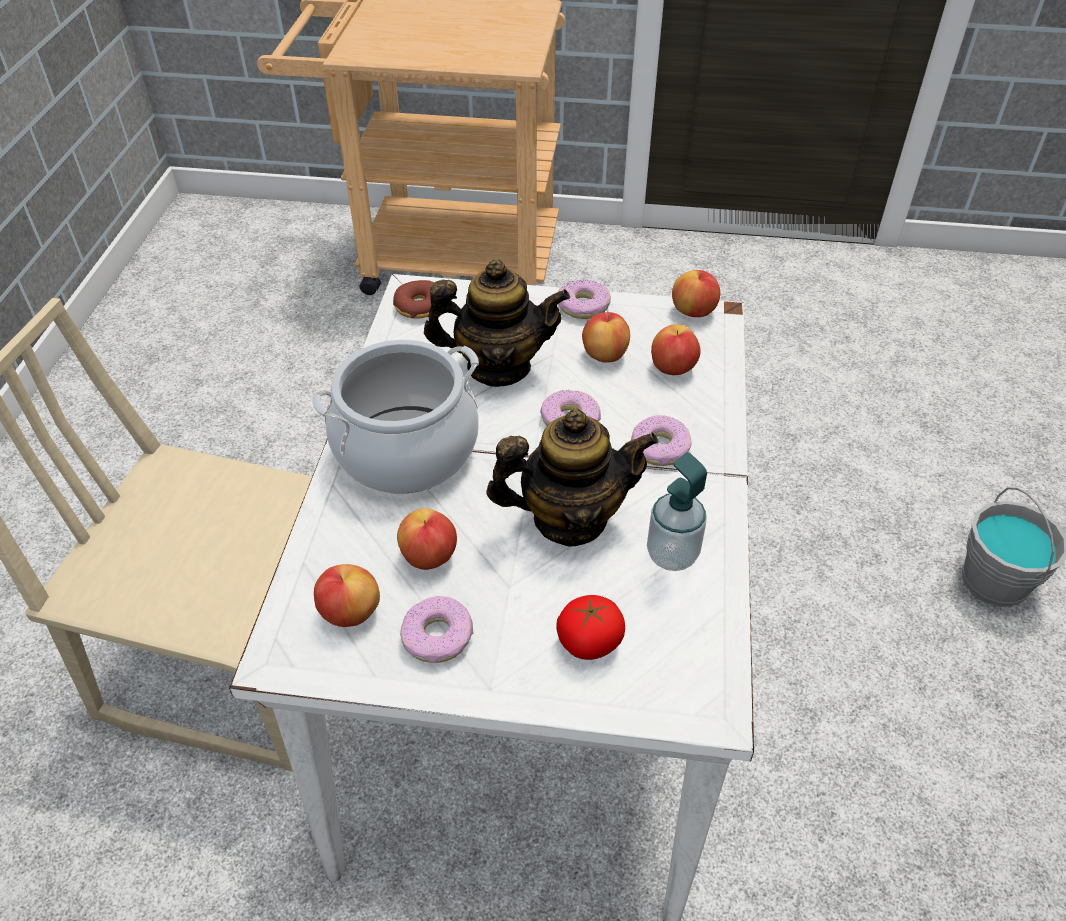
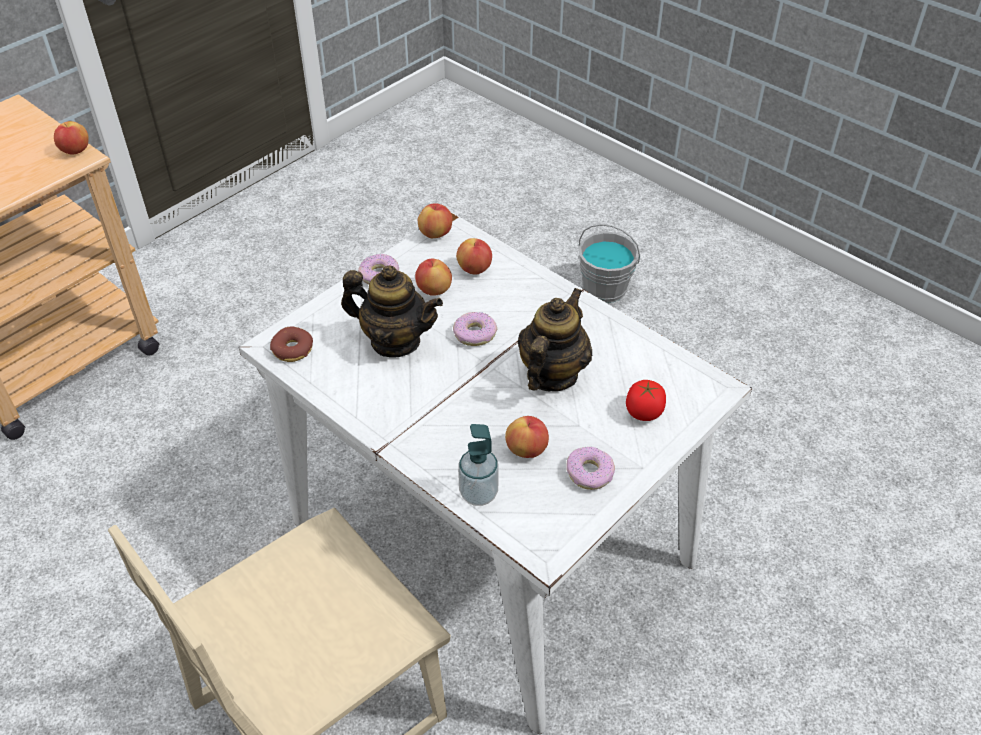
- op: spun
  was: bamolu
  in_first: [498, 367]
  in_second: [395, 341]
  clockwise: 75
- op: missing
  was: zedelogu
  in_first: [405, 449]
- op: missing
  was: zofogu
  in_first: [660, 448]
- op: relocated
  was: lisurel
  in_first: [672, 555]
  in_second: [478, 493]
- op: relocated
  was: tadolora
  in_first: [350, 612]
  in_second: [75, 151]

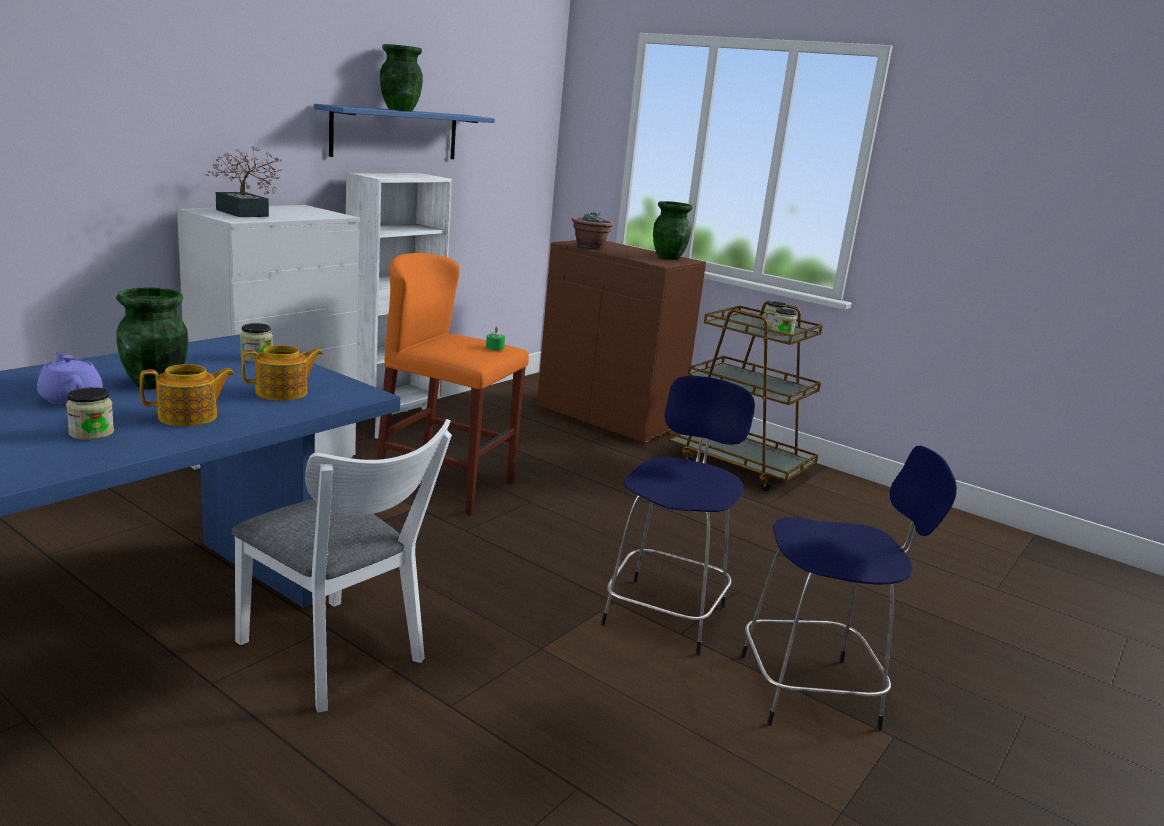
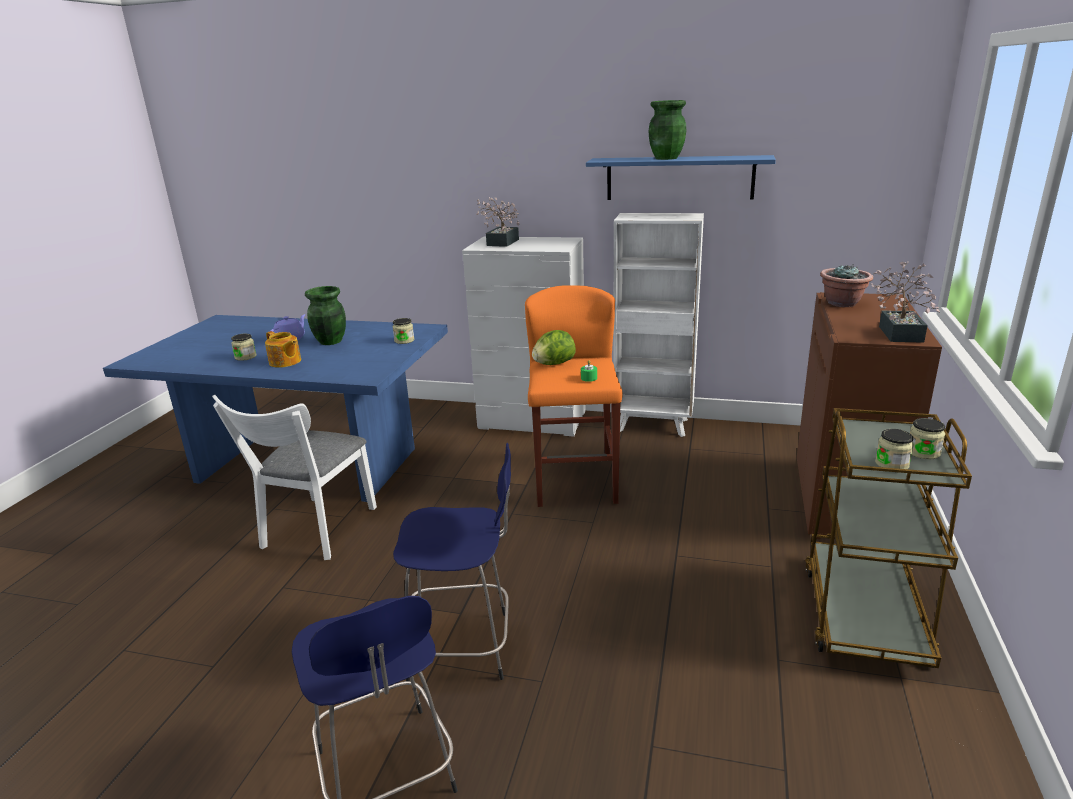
- op: exchanged
  was: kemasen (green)
  now: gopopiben
  in_first: [668, 257]
  in_second: [899, 332]
- op: missing
  was: bamolu
  in_first: [283, 393]
- op: appeared
  now: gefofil
  in_second: [553, 364]

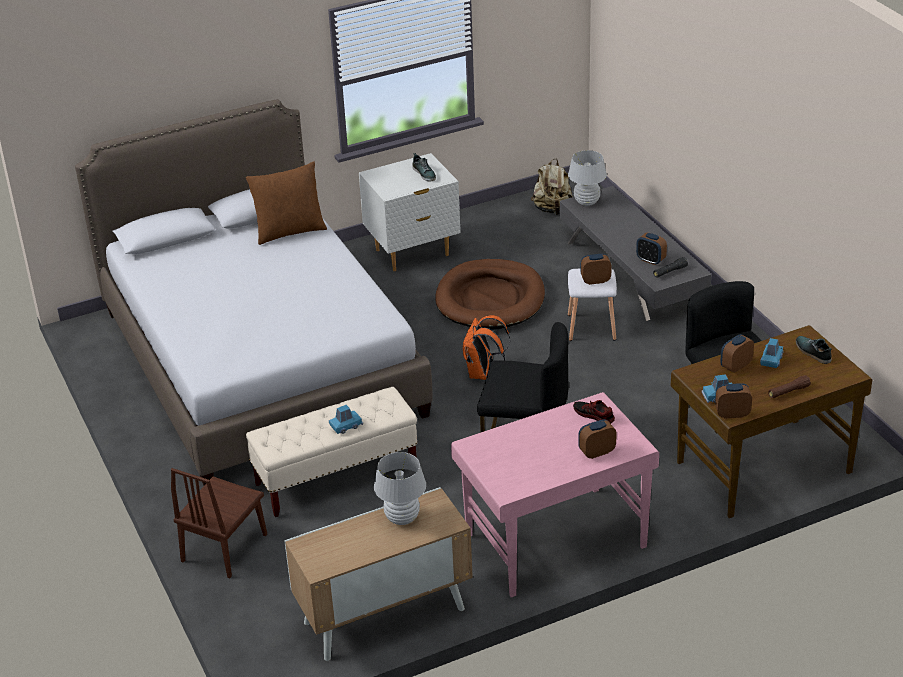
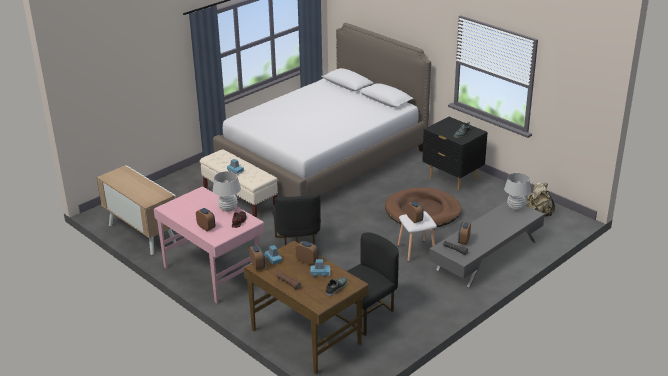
- op: colour
  was: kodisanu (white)
  now: kodisanu (black)
  in_first: [412, 253]
  in_second: [452, 178]
- op: missing
  was: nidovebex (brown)
  in_first: [289, 231]
- op: missing
  was: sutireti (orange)
  in_first: [483, 373]
- op: relocated
  was: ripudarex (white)
  in_first: [402, 518]
  in_second: [228, 209]
- op: missing
  was: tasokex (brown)
  in_first: [224, 547]

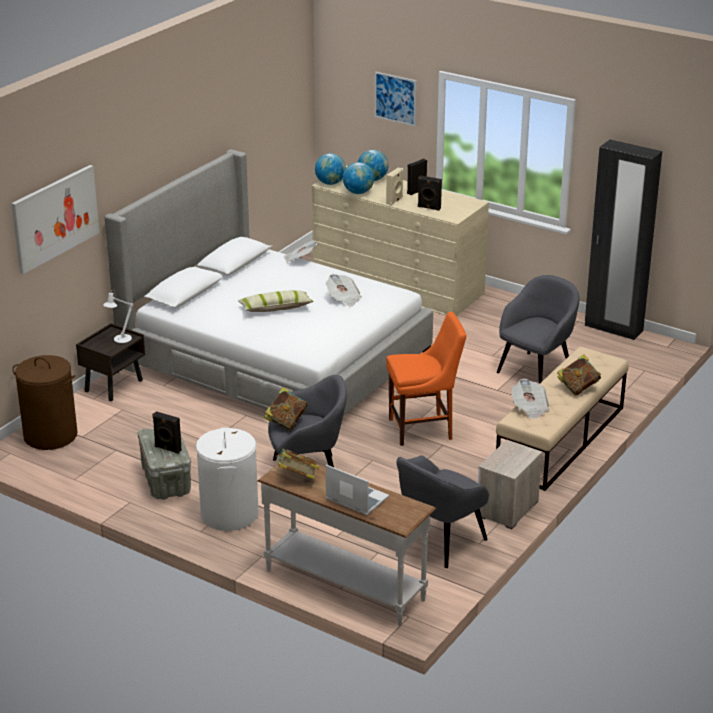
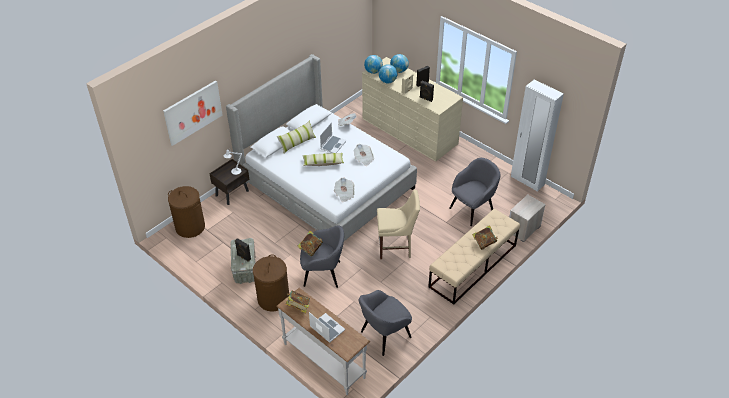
- op: missing
  was: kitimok
  in_first: [395, 98]
- op: colour
  was: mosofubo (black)
  now: mosofubo (white)
  in_first: [613, 328]
  in_second: [527, 181]
- op: colour
  was: tasokex (orange)
  now: tasokex (beige)
  in_first: [424, 429]
  in_second: [396, 248]
- op: relocated
  was: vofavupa
  in_first: [530, 408]
  in_second: [344, 194]
- op: colour
  was: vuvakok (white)
  now: vuvakok (brown)
  in_first: [229, 514]
  in_second: [273, 299]
- op: relocated
  was: kodisanu
  in_first: [506, 509]
  in_second: [523, 229]
- op: appeared
  now: nidovebex
  in_second: [297, 143]
- op: appeared
  now: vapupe
  in_second: [333, 145]

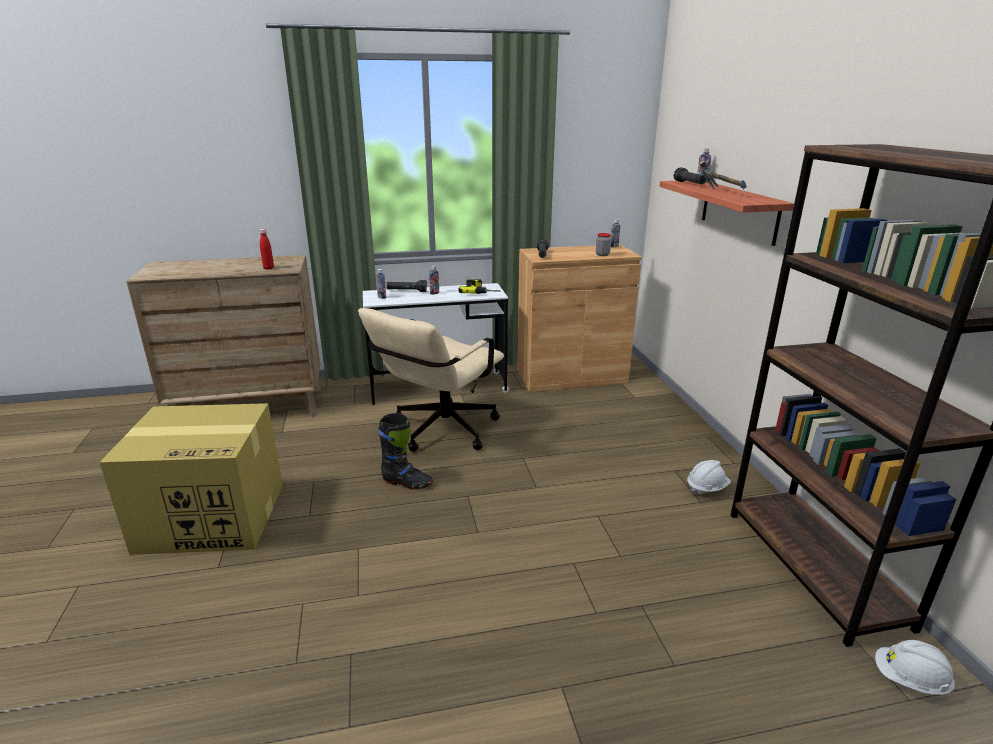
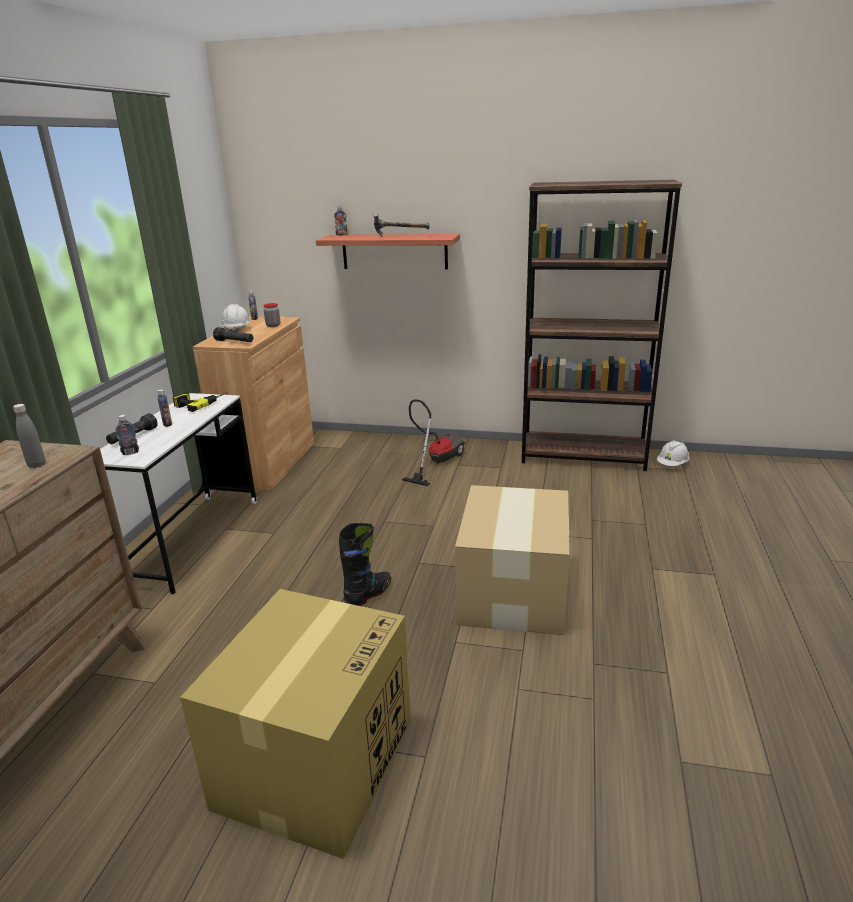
- op: missing
  was: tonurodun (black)
  in_first: [689, 184]
- op: colour
  was: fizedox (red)
  now: fizedox (grey)
  in_first: [268, 268]
  in_second: [37, 465]
- op: missing
  was: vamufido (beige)
  in_first: [439, 432]
- op: relocated
  was: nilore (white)
  in_first: [706, 488]
  in_second: [237, 330]
- op: appeared
  now: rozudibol
  in_second: [436, 462]
- op: appeared
  now: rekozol
  in_second: [514, 590]

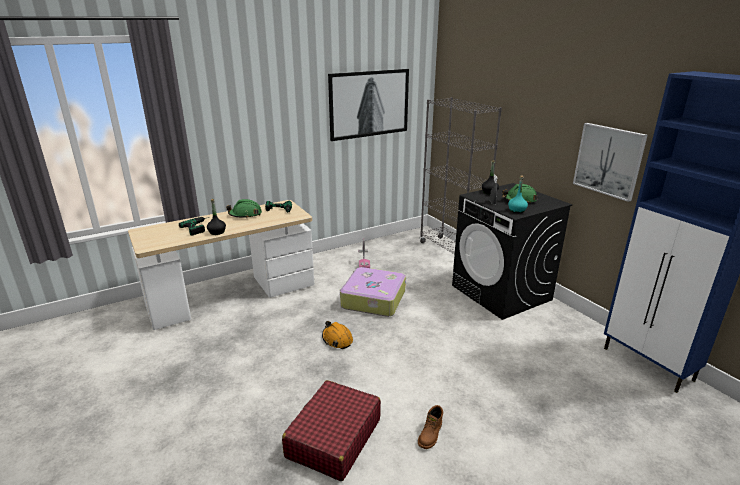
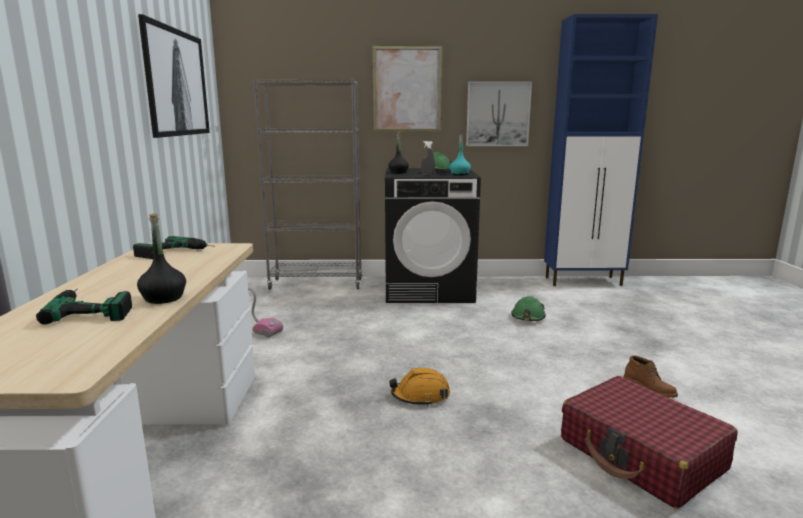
- op: relocated
  was: nilore (green)
  in_first: [245, 215]
  in_second: [528, 317]
- op: missing
  was: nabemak
  in_first: [372, 299]
- op: appeared
  now: kitimok
  in_second: [407, 89]

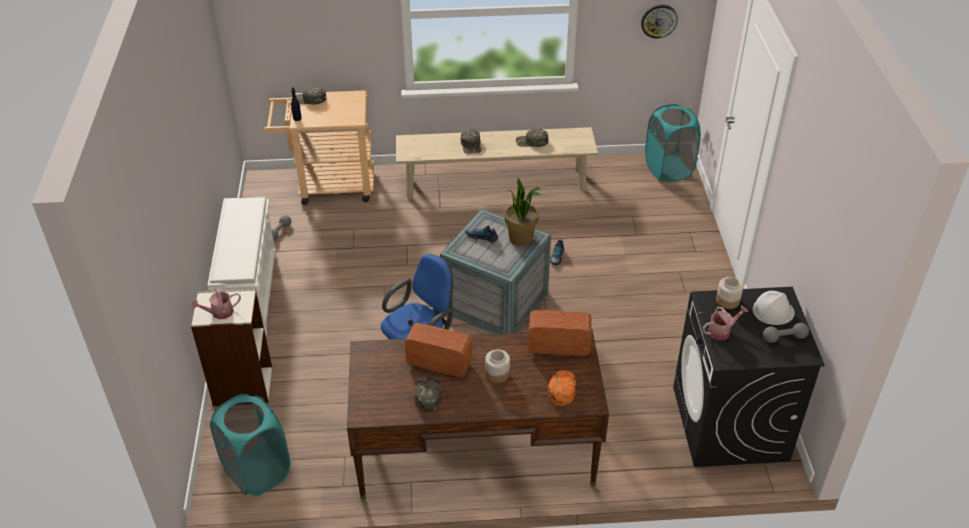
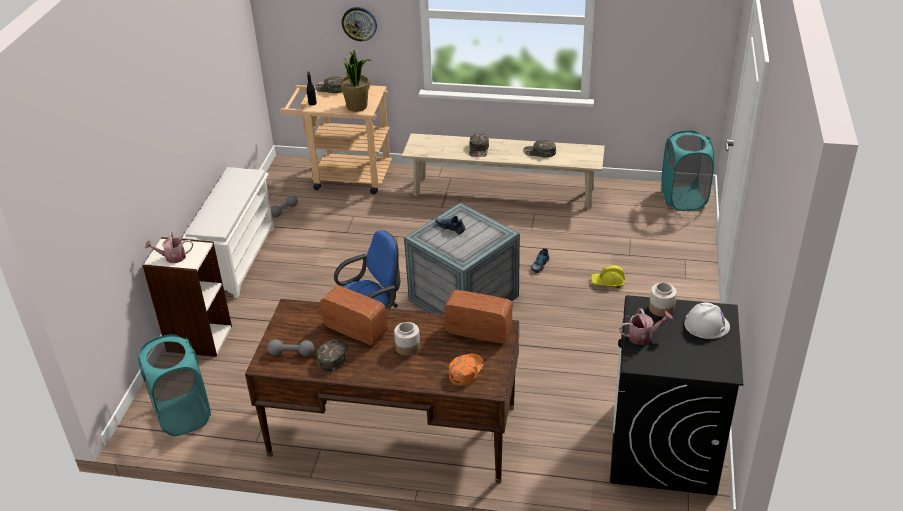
- op: relocated
  was: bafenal
  in_first: [659, 20]
  in_second: [359, 23]
- op: relocated
  was: gopopiben
  in_first: [521, 238]
  in_second: [357, 106]
- op: relocated
  was: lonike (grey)
  in_first: [784, 338]
  in_second: [292, 354]
- op: appeared
  now: nilore (yellow)
  in_second: [608, 282]

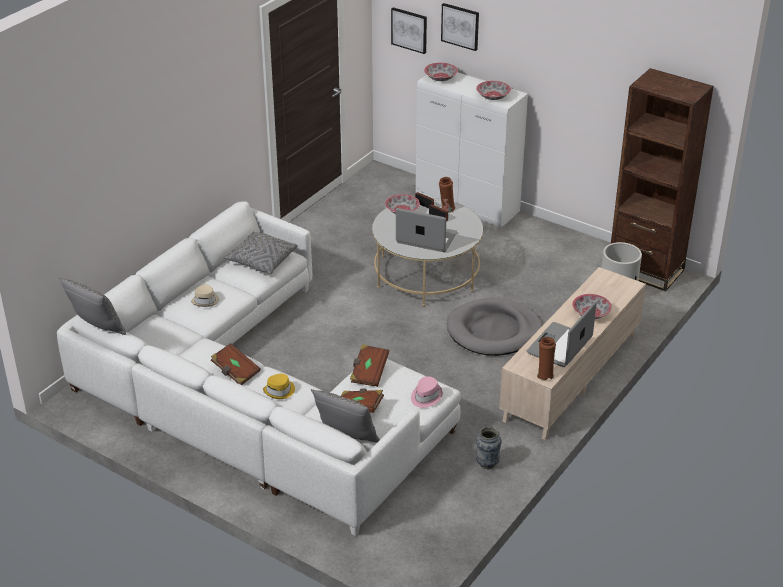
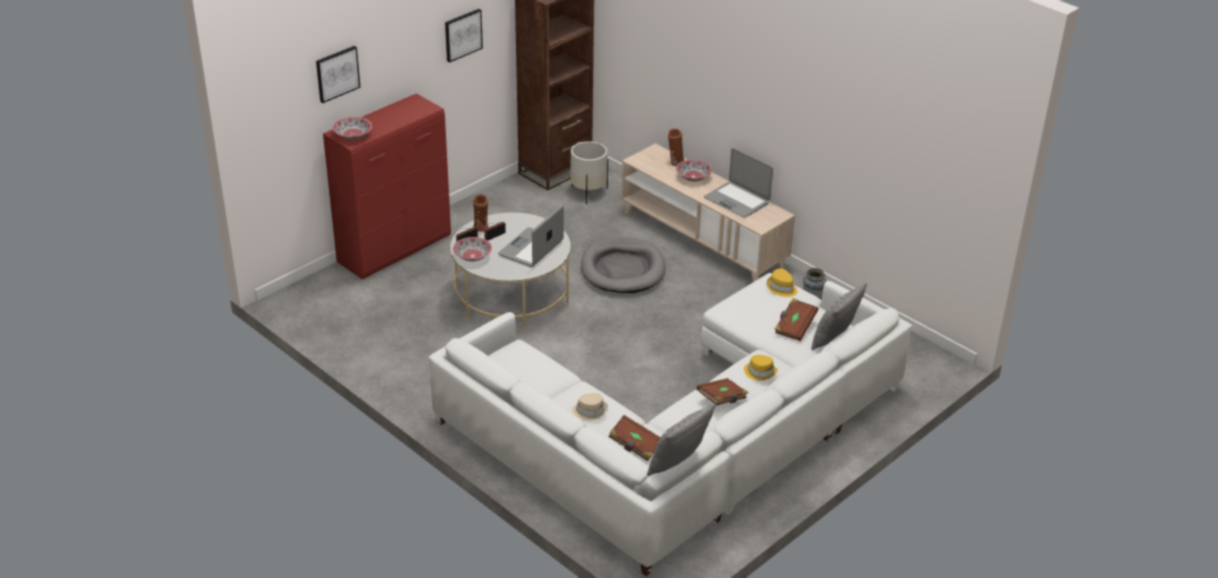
- op: relocated
  was: kitimok
  in_first: [409, 30]
  in_second: [462, 34]
- op: colour
  was: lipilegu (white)
  now: lipilegu (red)
  in_first: [468, 206]
  in_second: [395, 250]
- op: missing
  was: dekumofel
  in_first: [493, 97]
- op: missing
  was: nidovebex (grey)
  in_first: [261, 261]
- op: relocated
  was: kemasen (brown)
  in_first: [544, 375]
  in_second: [675, 162]
- op: relocated
  was: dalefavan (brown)
  in_first: [368, 373]
  in_second: [635, 446]
- op: colour
  was: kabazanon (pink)
  now: kabazanon (yellow)
  in_first: [425, 396]
  in_second: [781, 288]

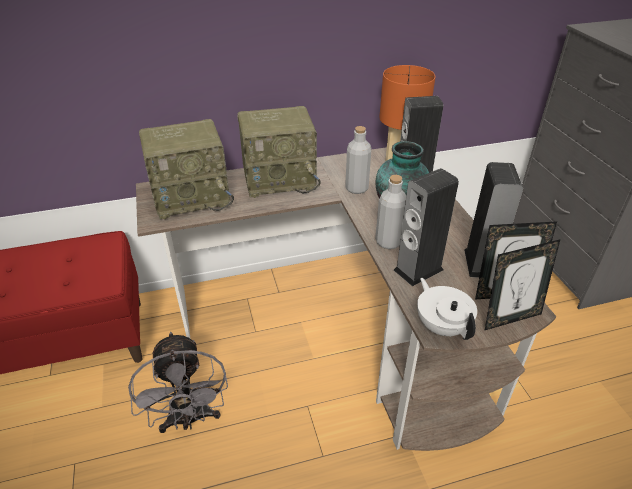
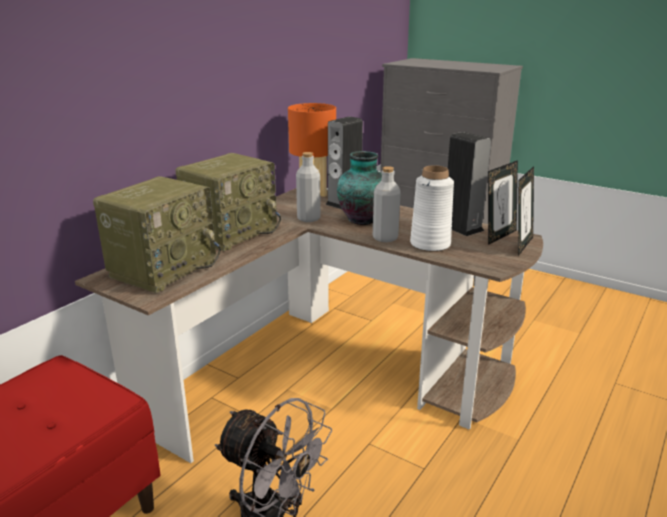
- op: exchanged
  was: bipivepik
  now: kemasen (white)
  in_first: [418, 270]
  in_second: [430, 244]
- op: missing
  was: bamolu (white)
  in_first: [442, 326]

